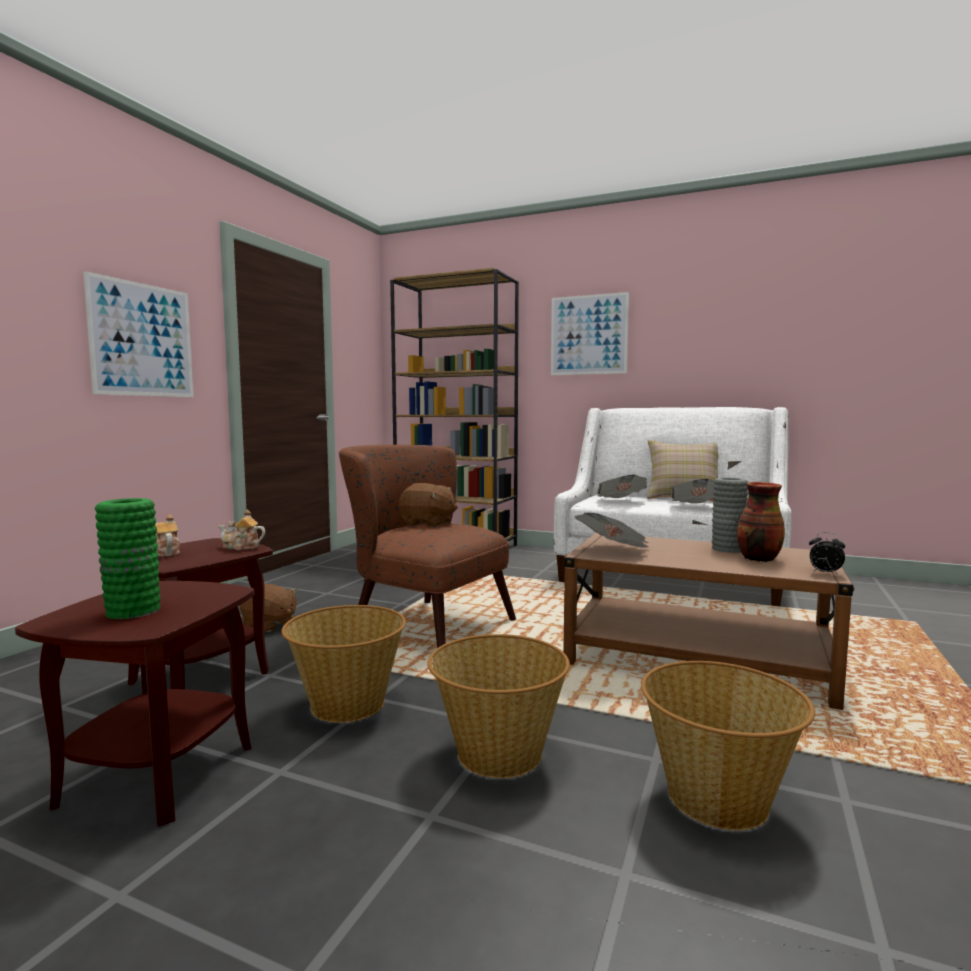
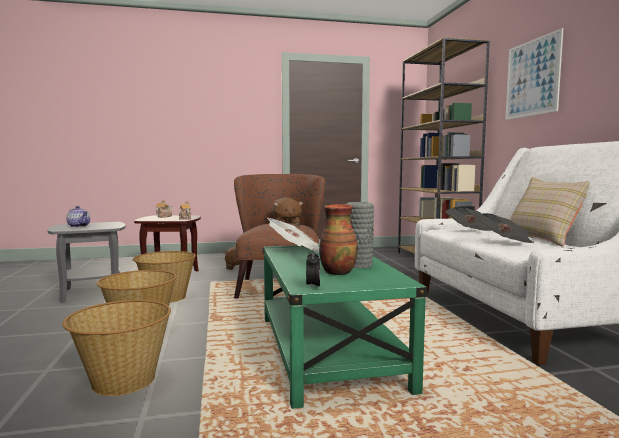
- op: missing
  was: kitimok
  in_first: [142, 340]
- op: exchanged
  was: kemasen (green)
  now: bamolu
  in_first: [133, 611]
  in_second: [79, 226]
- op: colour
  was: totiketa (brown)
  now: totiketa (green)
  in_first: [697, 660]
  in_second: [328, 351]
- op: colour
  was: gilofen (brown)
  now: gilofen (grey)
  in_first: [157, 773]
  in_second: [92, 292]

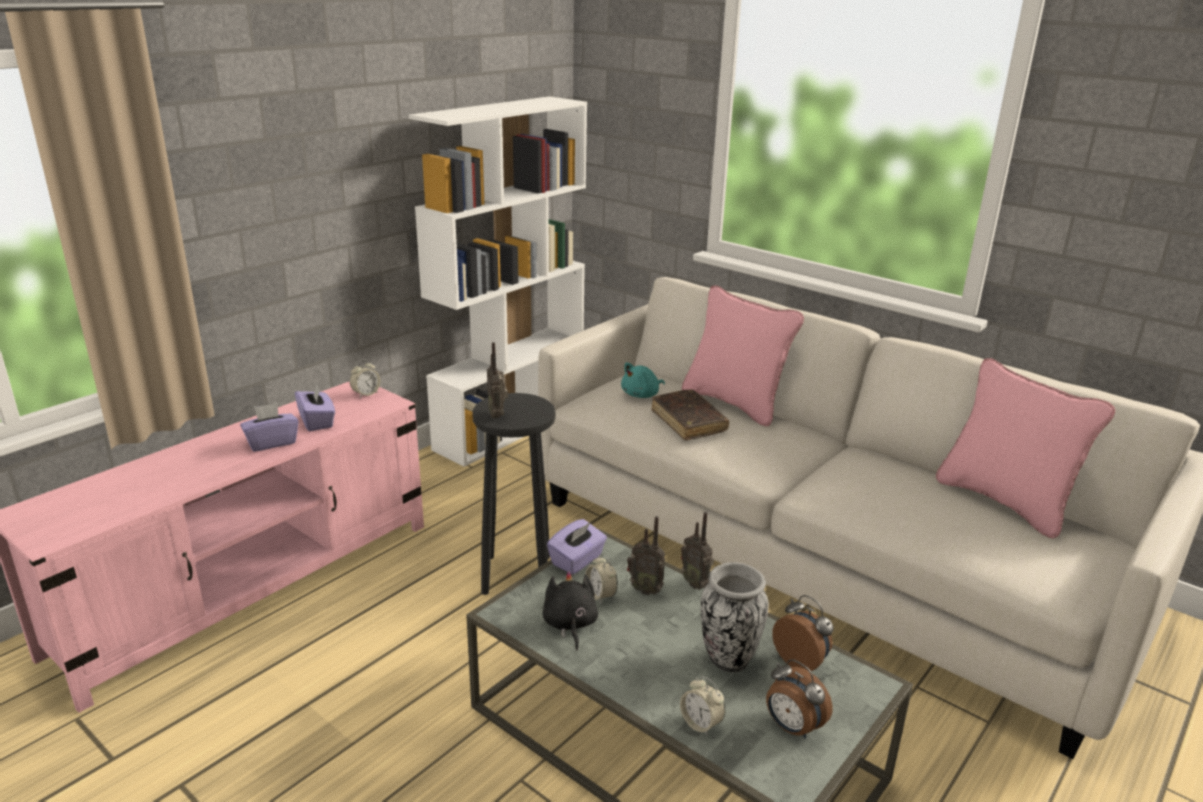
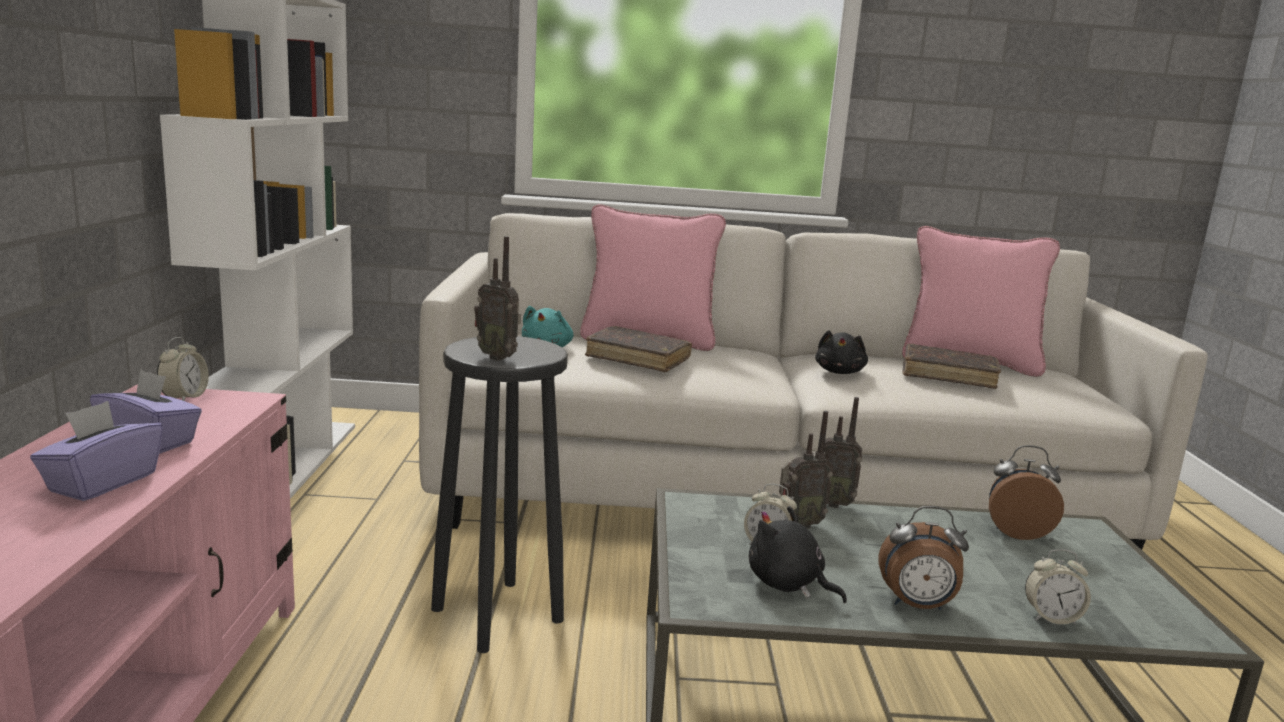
- op: missing
  was: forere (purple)
  in_first: [577, 560]
- op: missing
  was: kemasen
  in_first: [728, 660]
- op: relocated
  was: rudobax
  in_first: [792, 727]
  in_second: [917, 605]
- op: appeared
  now: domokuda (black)
  in_second: [839, 372]
- op: appeared
  now: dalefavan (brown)
  in_second: [948, 376]

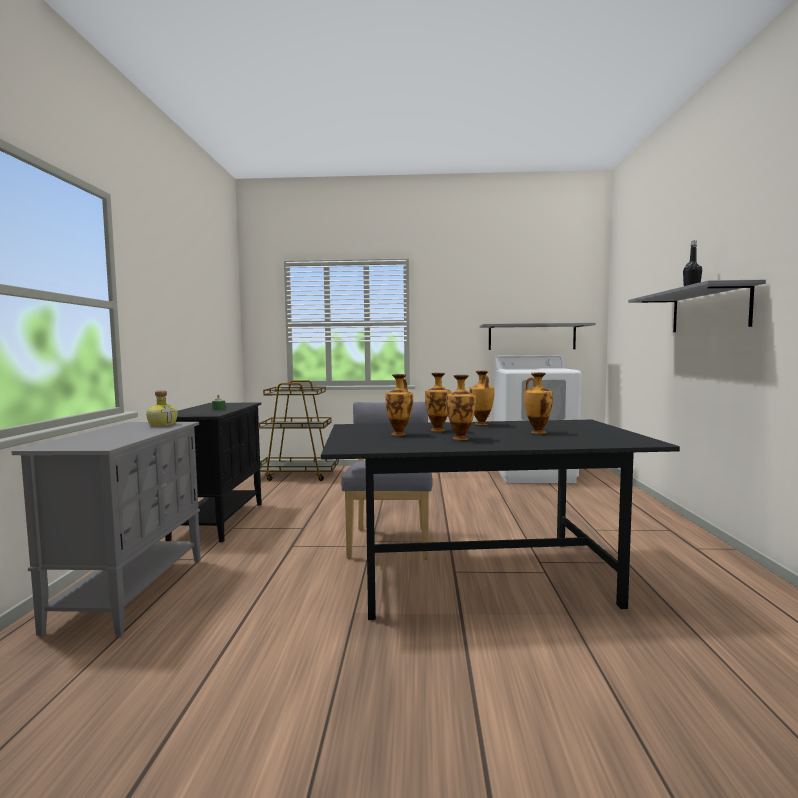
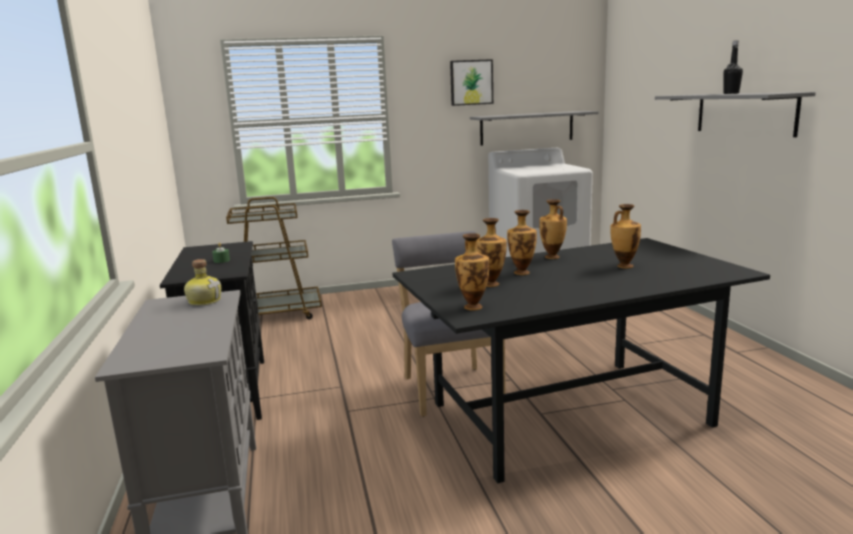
- op: relocated
  was: kemasen
  in_first: [460, 438]
  in_second: [473, 306]
- op: appeared
  now: kitimok
  in_second: [471, 82]

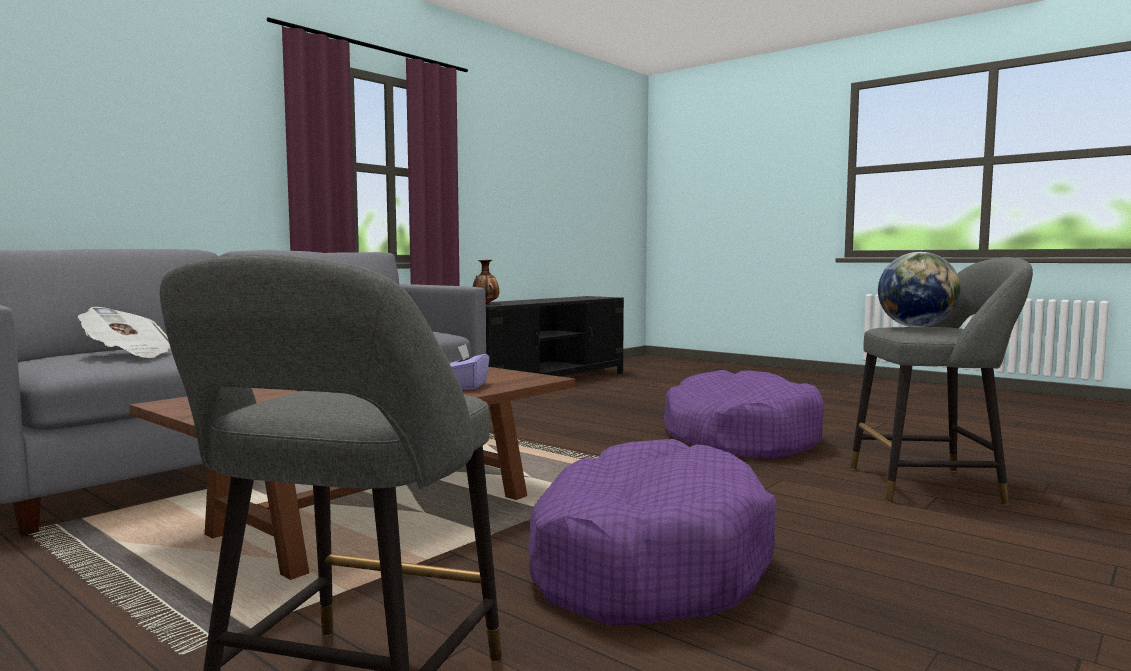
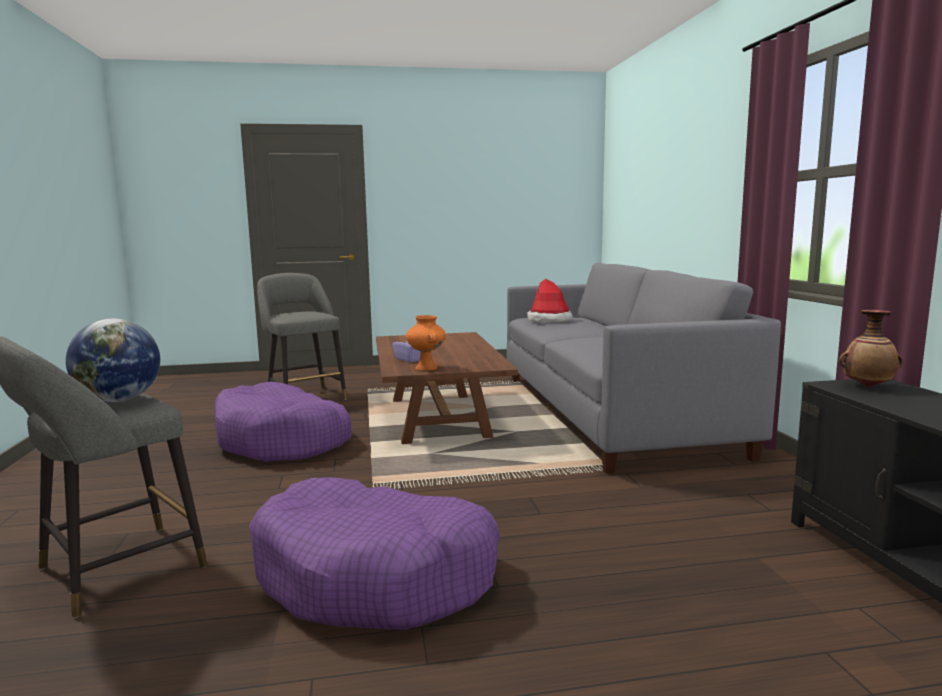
- op: exchanged
  was: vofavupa
  now: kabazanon
  in_first: [129, 355]
  in_second: [549, 320]
- op: appeared
  now: kemasen (orange)
  in_second: [427, 368]

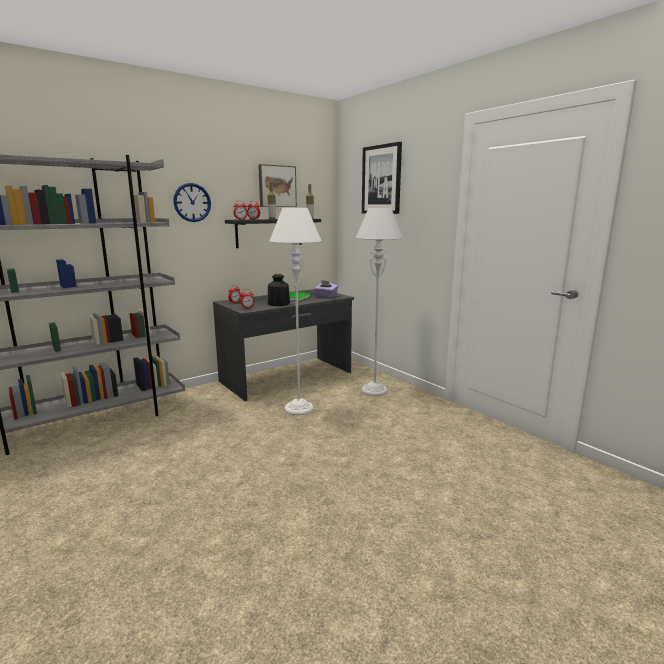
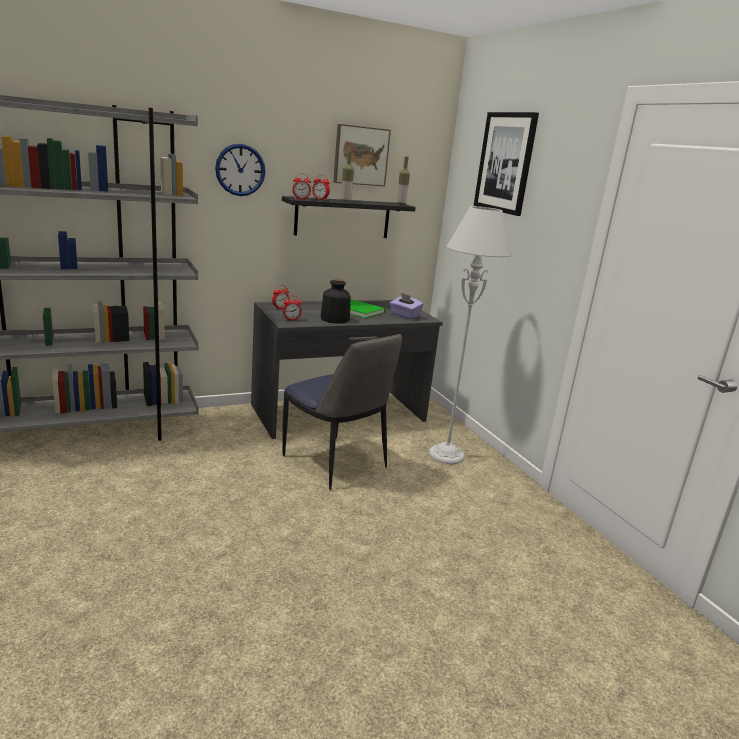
- op: exchanged
  was: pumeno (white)
  now: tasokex
  in_first: [299, 408]
  in_second: [336, 463]

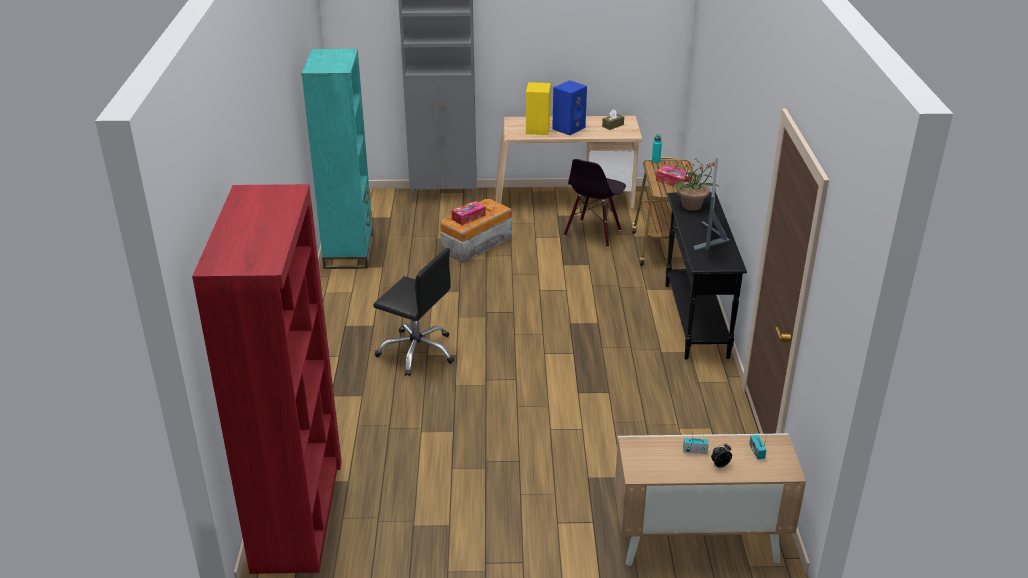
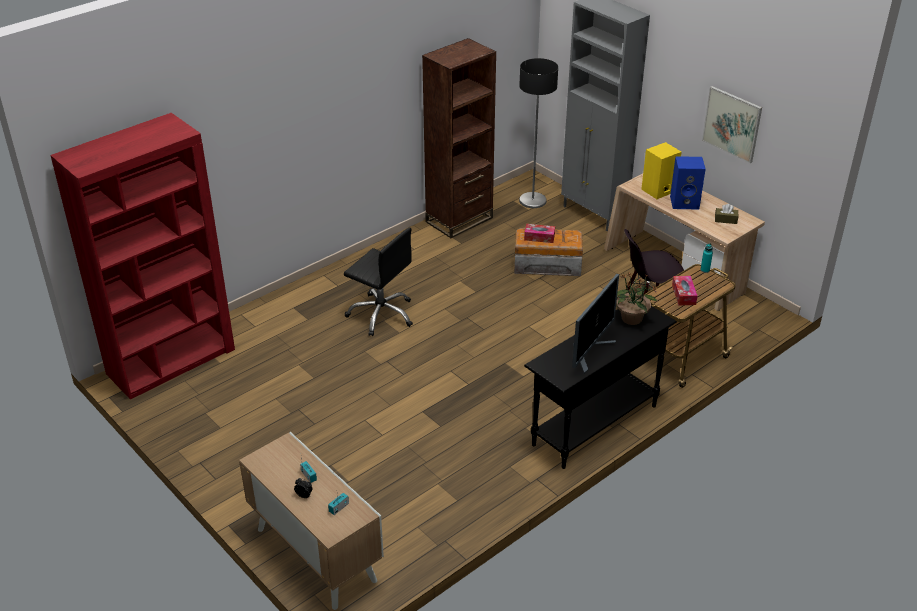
- op: colour
  was: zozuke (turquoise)
  now: zozuke (brown)
  in_first: [349, 252]
  in_second: [459, 220]
- op: spun
  was: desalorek
  in_first: [711, 238]
  in_second: [589, 351]
  clockwise: 150
- op: spun
  was: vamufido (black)
  in_first: [417, 352]
  in_second: [381, 314]
  clockwise: -45
- op: appeared
  now: pumeno
  in_second: [532, 201]
- op: appeared
  now: kitimok
  in_second: [732, 124]

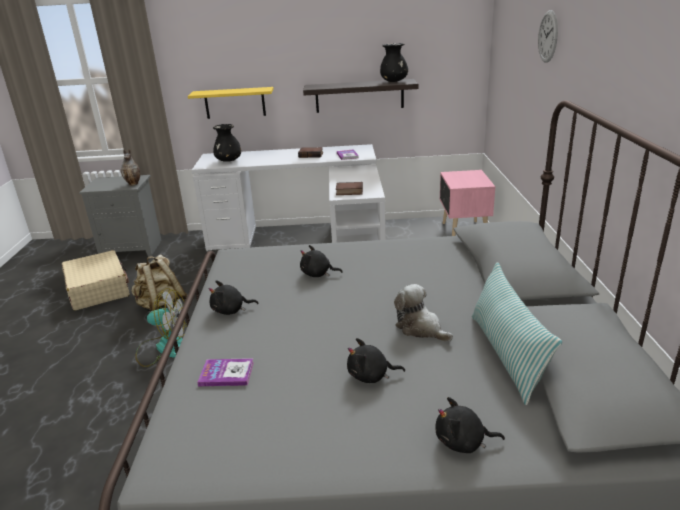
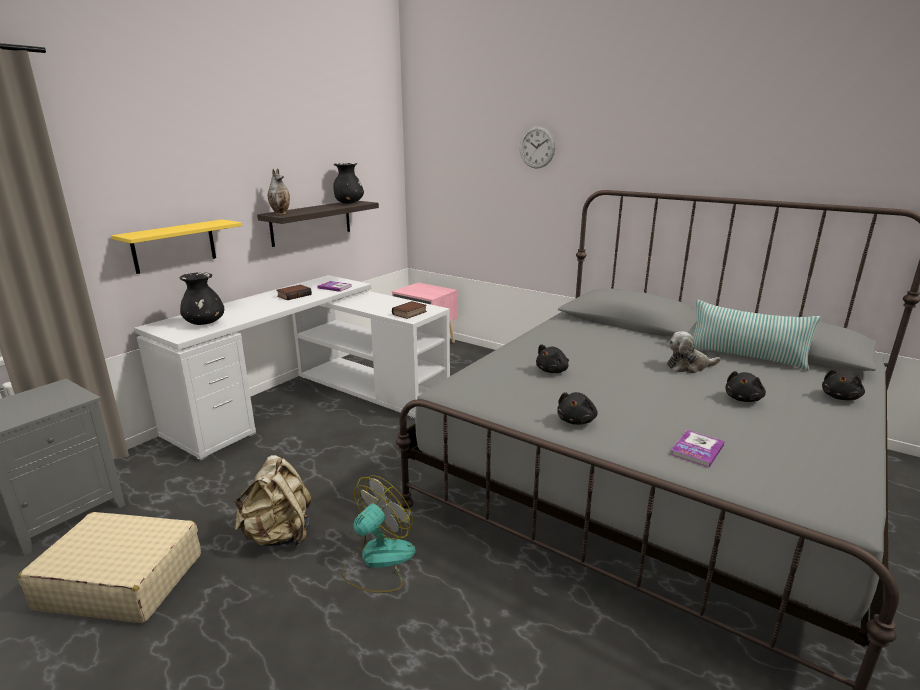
- op: relocated
  was: kemasen
  in_first: [134, 184]
  in_second: [281, 213]

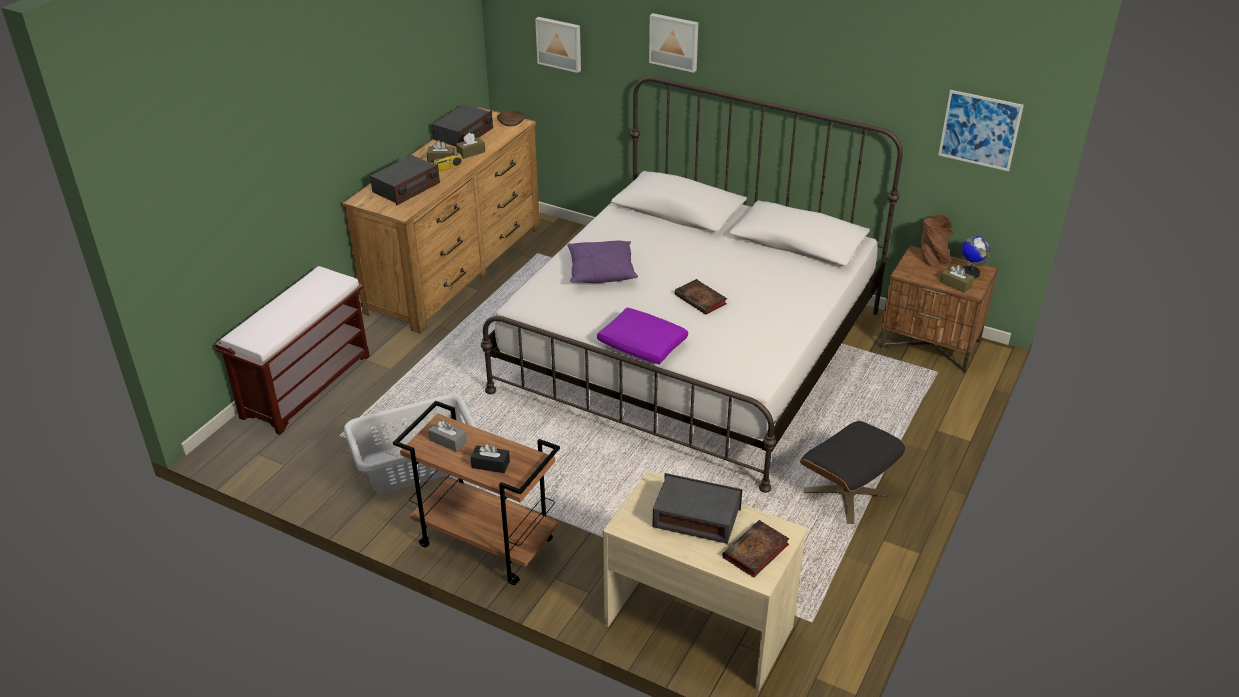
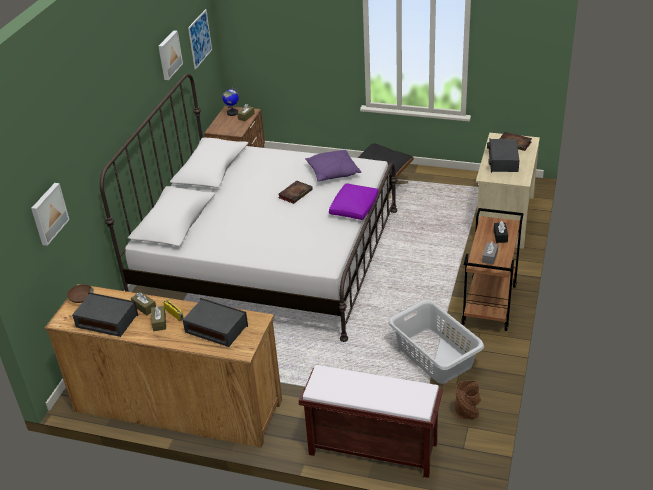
- op: relocated
  was: kitimok
  in_first: [674, 41]
  in_second: [168, 55]
- op: relocated
  was: kemasen (brown)
  in_first: [932, 259]
  in_second: [467, 413]
- op: relocated
  was: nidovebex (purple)
  in_first: [601, 271]
  in_second: [332, 173]

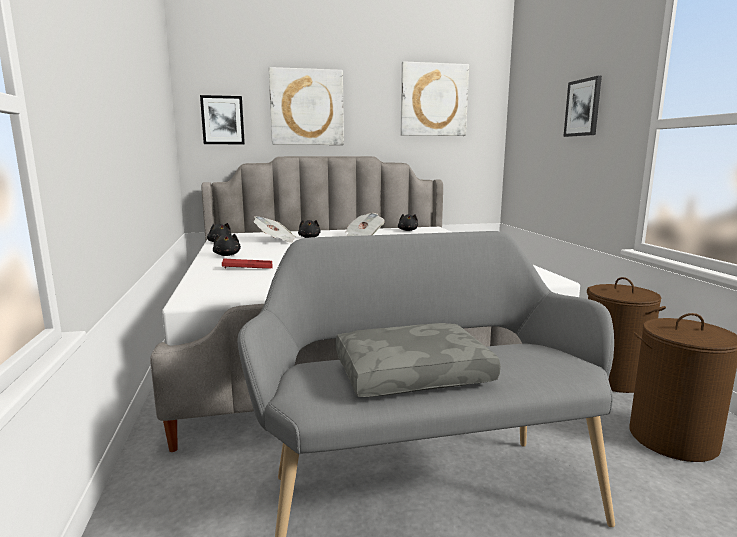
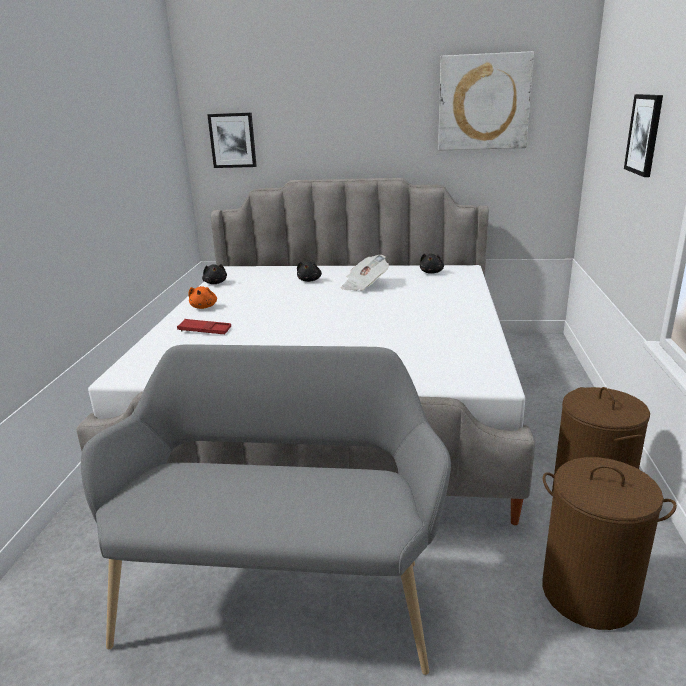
- op: missing
  was: kitimok
  in_first: [307, 107]
- op: missing
  was: vofavupa
  in_first: [276, 241]
- op: colour
  was: domokuda (black)
  now: domokuda (orange)
  in_first: [227, 255]
  in_second: [204, 307]
- op: missing
  was: nidovebex (grey)
  in_first: [412, 373]

